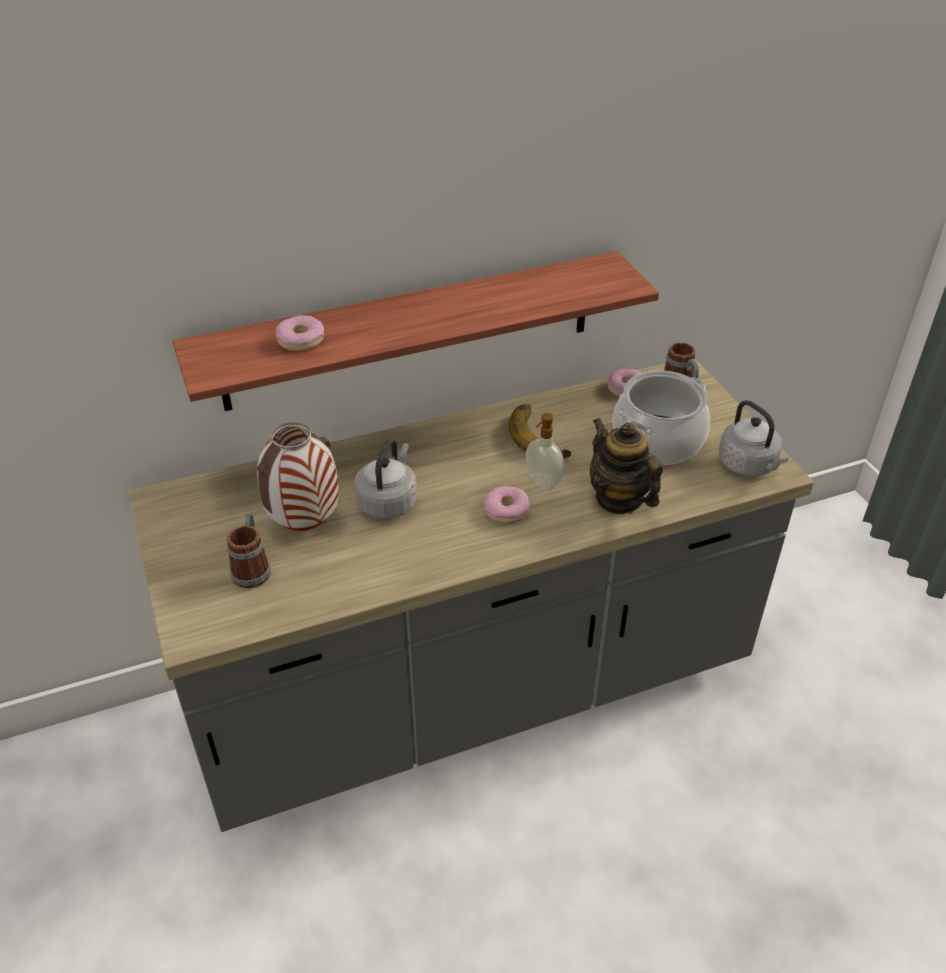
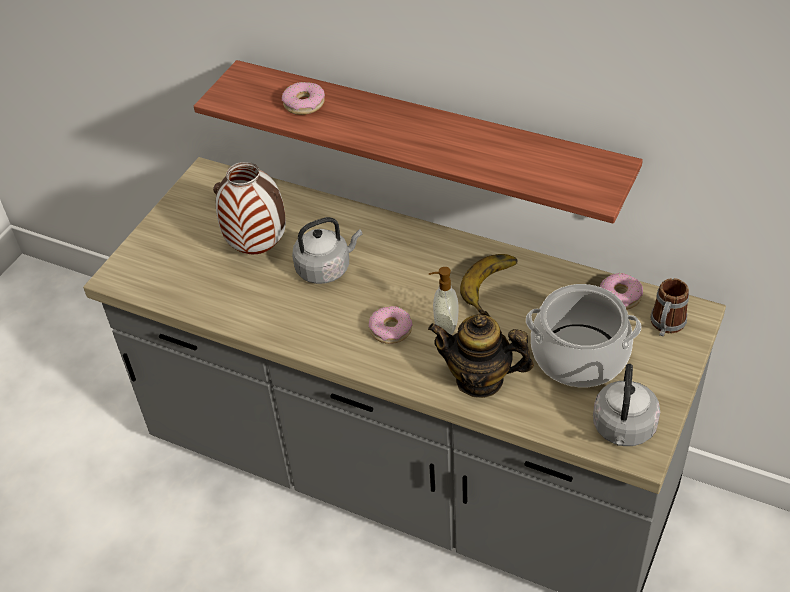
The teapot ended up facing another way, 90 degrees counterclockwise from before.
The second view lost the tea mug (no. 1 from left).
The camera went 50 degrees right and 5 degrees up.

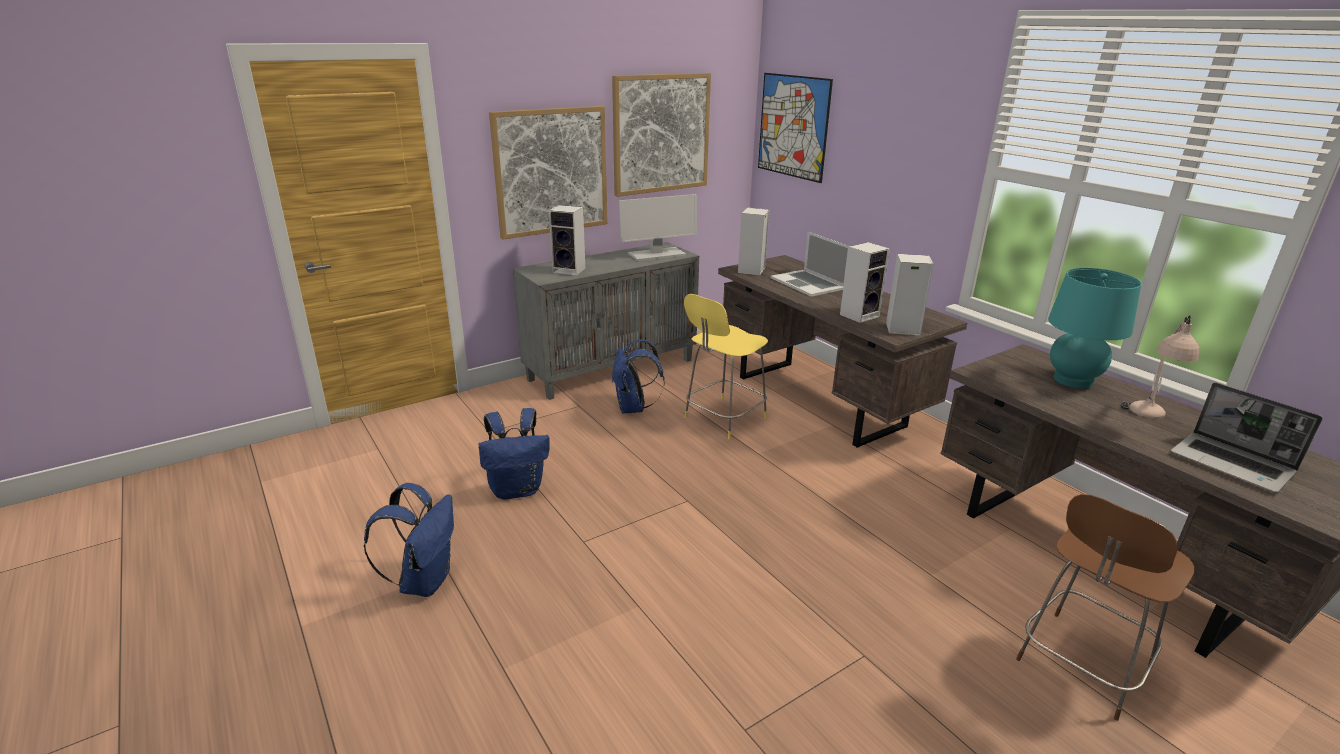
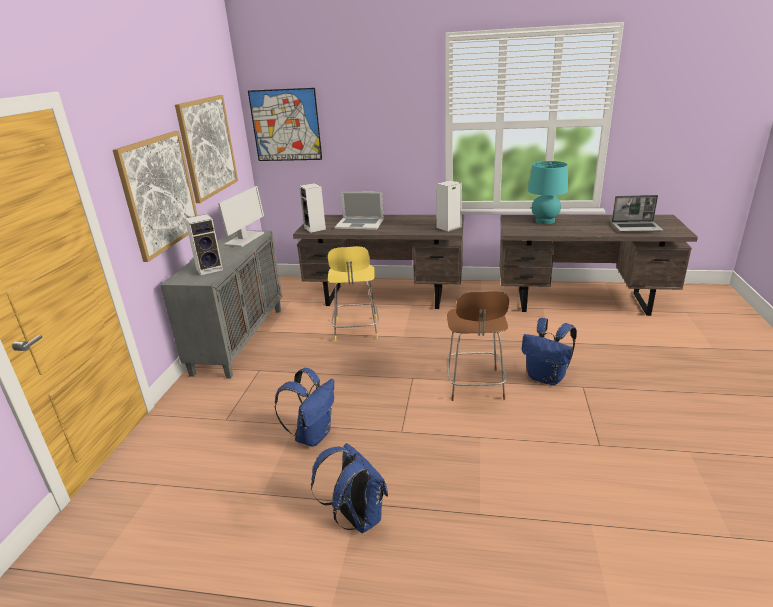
The brownish stool seat ended up elsewhere.
The blue-coloured backpack (no. 3 from left) ended up elsewhere.
The second view lost the loudspeaker (no. 3 from left).
The second view lost the beige-coloured lamp for a table.
The camera went 45 degrees left and 0 degrees up.

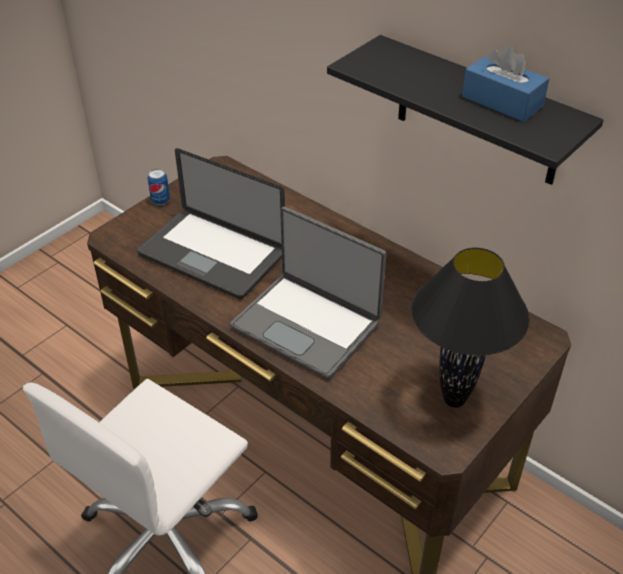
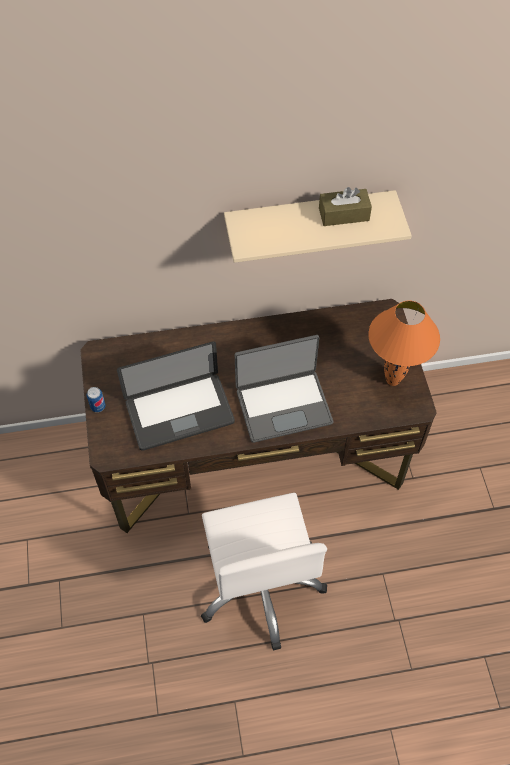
What was the black-coloured wall shelf turned into the beige-coloured wall shelf.
What was the blue-coloured tissue holder turned into the brownish tissue holder.
What was the black-coloured lamp for a table turned into the orange lamp for a table.
The camera went 50 degrees left and 15 degrees up.

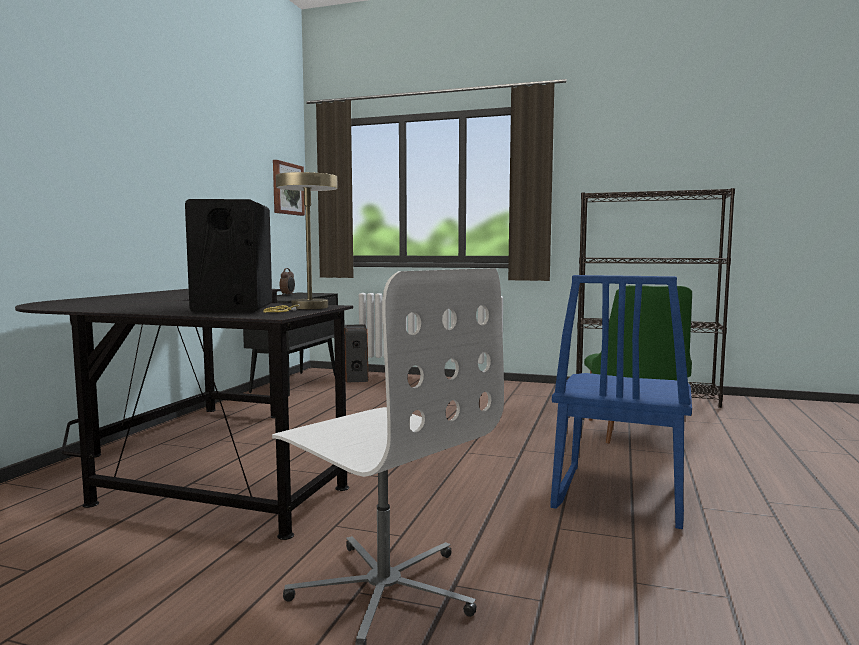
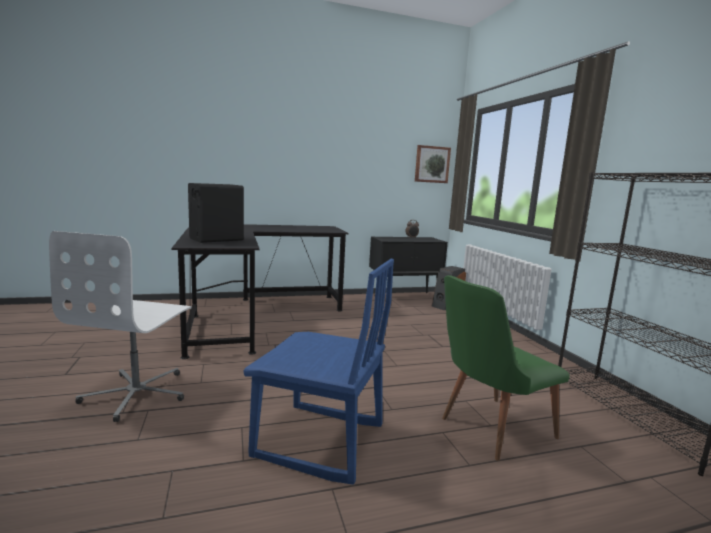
The blue-coloured upright chair ended up facing another way, 150 degrees counterclockwise from before.
The second view lost the beige-coloured lamp for a table.
The camera went 55 degrees right and 5 degrees up.

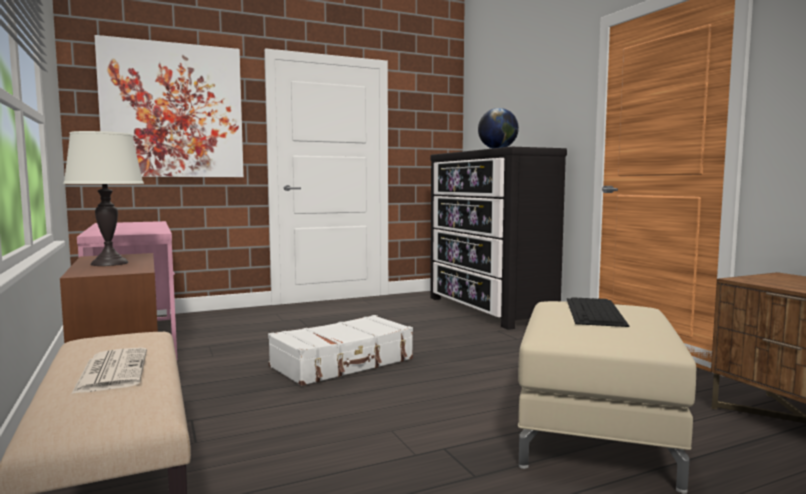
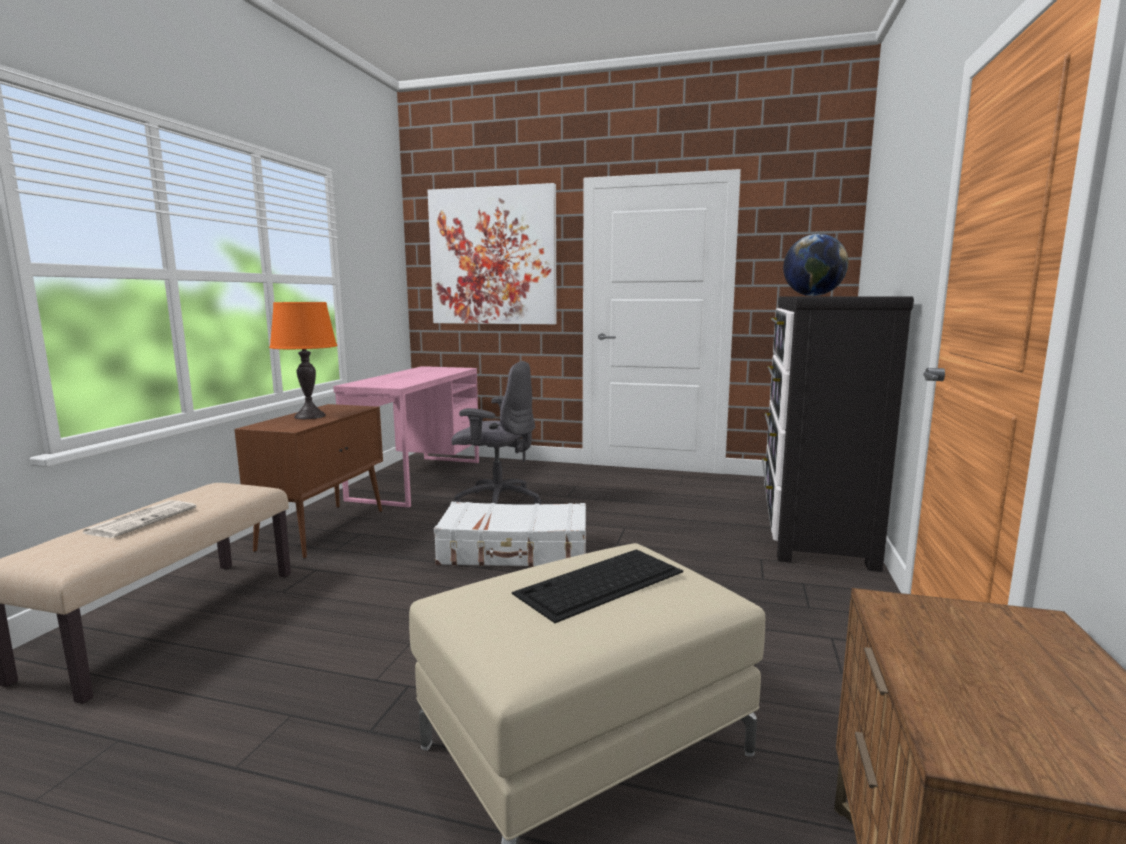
What was the white lamp for a table turned into the orange lamp for a table.
The second view gained the grey computer chair.
The camera went 40 degrees right and 5 degrees up.

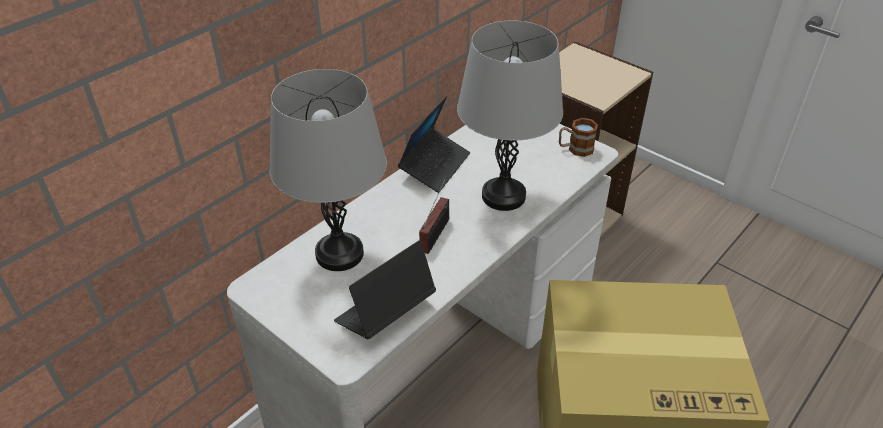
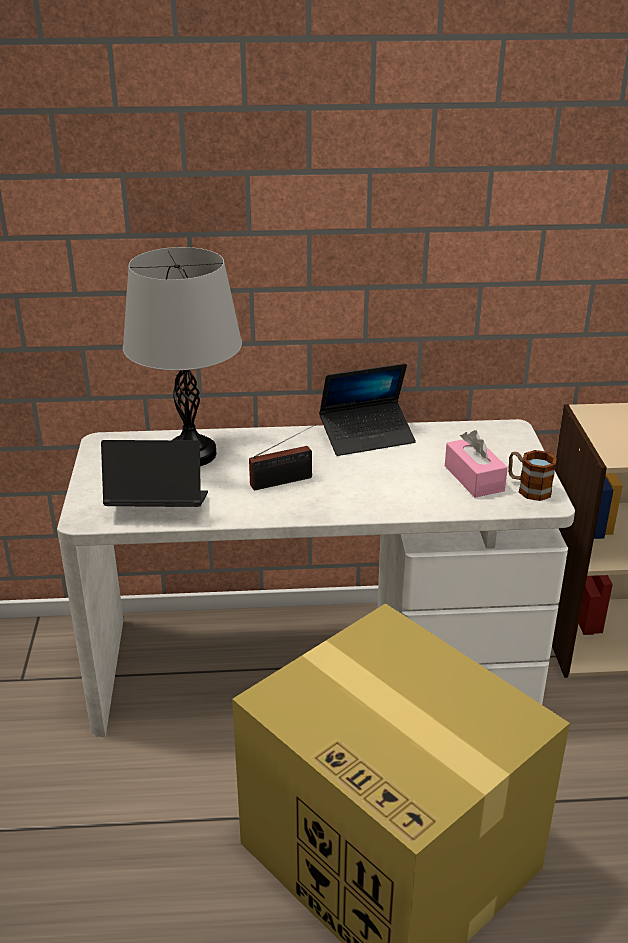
The second view gained the pinkish tissue holder.
The second view lost the grey lamp for a table (no. 2 from left).
The camera went 45 degrees right and 10 degrees down.

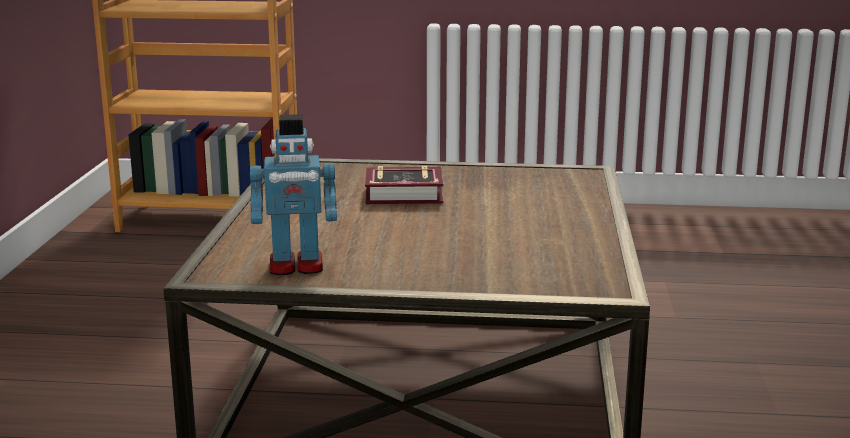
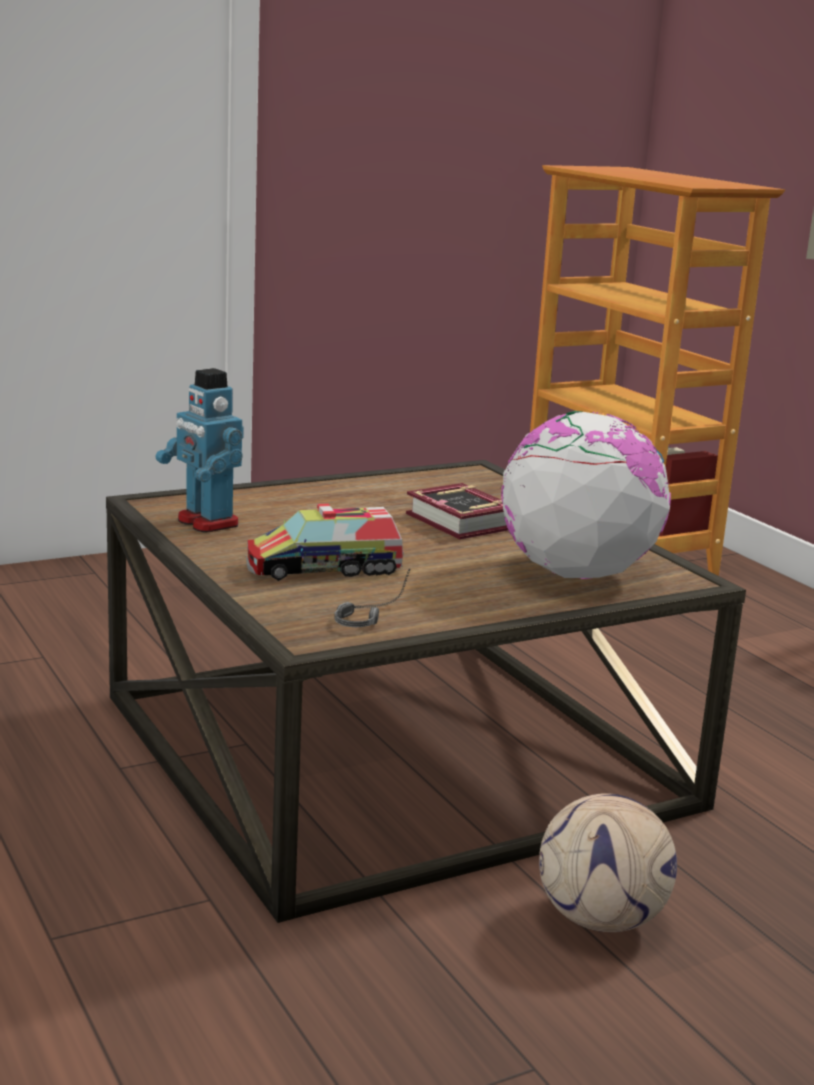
The second view gained the toy truck.
The second view gained the headphones.
The second view gained the desk globe.
The second view gained the football.
The camera went 55 degrees right and 0 degrees up.

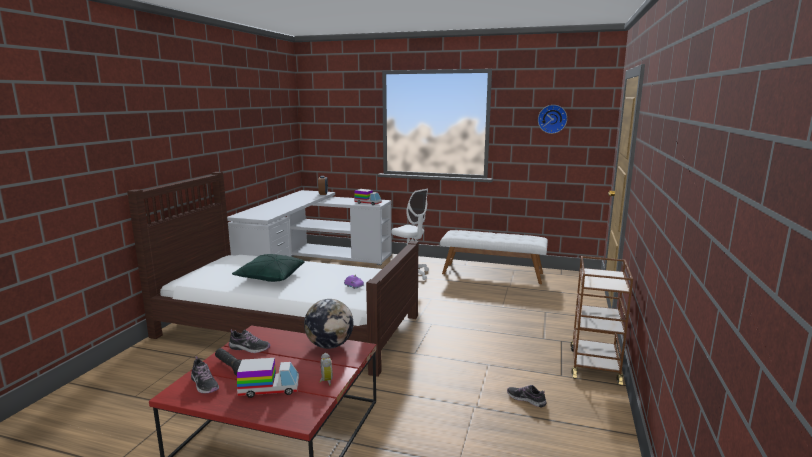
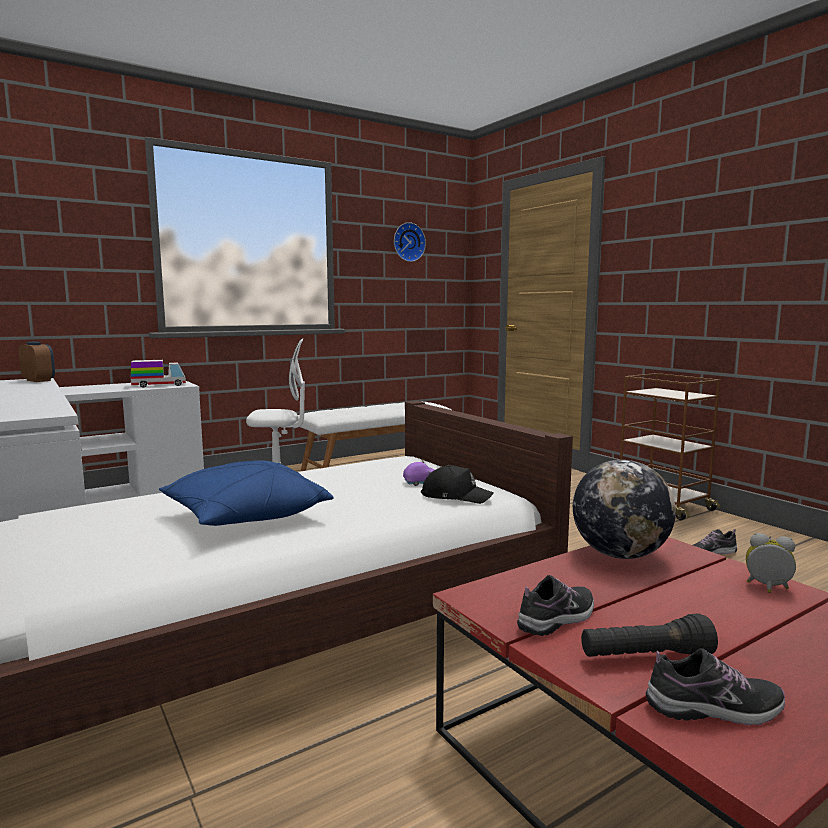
What was the green-coloured cushion turned into the blue-coloured cushion.
The second view gained the black-coloured cap.
The second view lost the toy truck (no. 1 from left).
The camera went 50 degrees left and 5 degrees down.

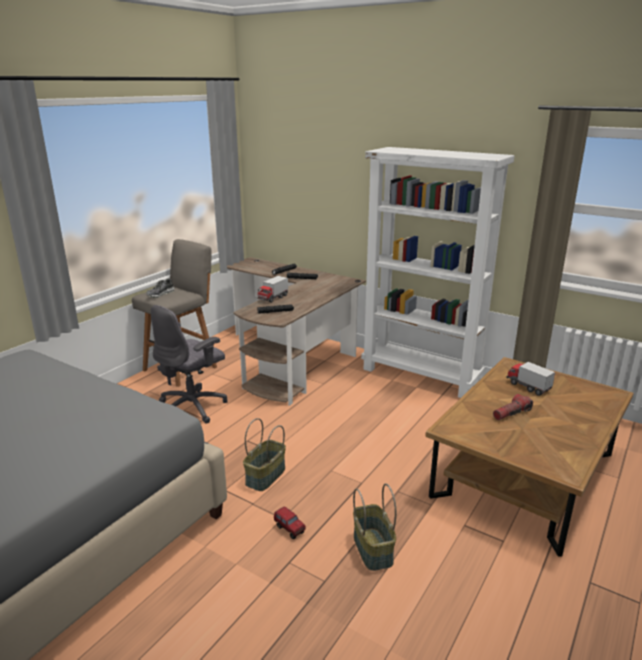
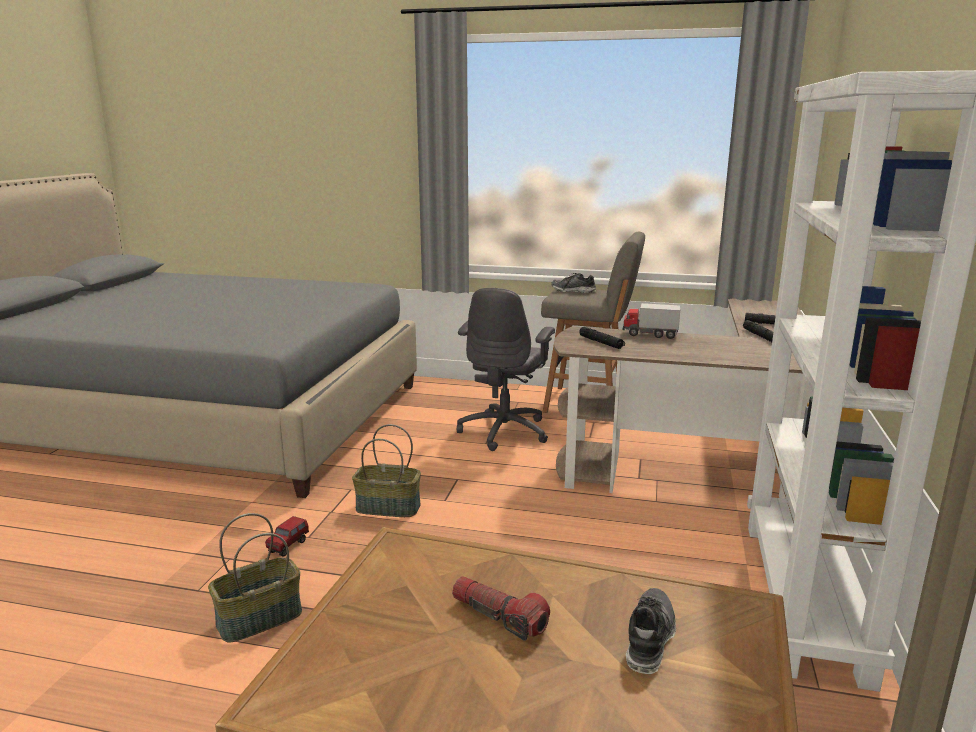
The grey computer chair ended up facing another way, 90 degrees counterclockwise from before.
Where the toy truck (no. 3 from left) stood, the low shoe (no. 2 from left) came to stand.
The camera went 70 degrees right and 5 degrees down.

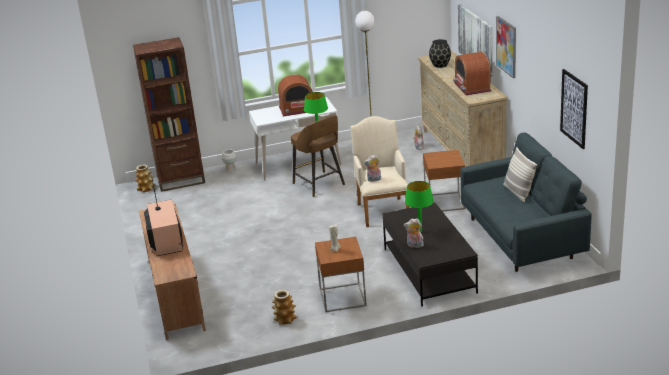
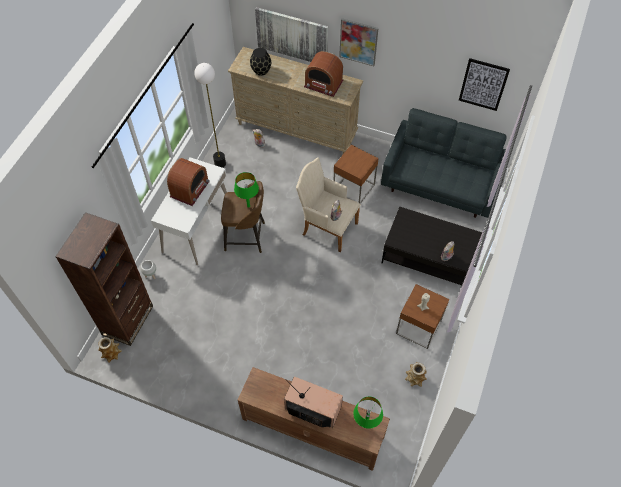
The green-coloured lamp for a table (no. 2 from left) ended up elsewhere.
The second view lost the cushion.
The camera went 55 degrees left and 30 degrees up.

